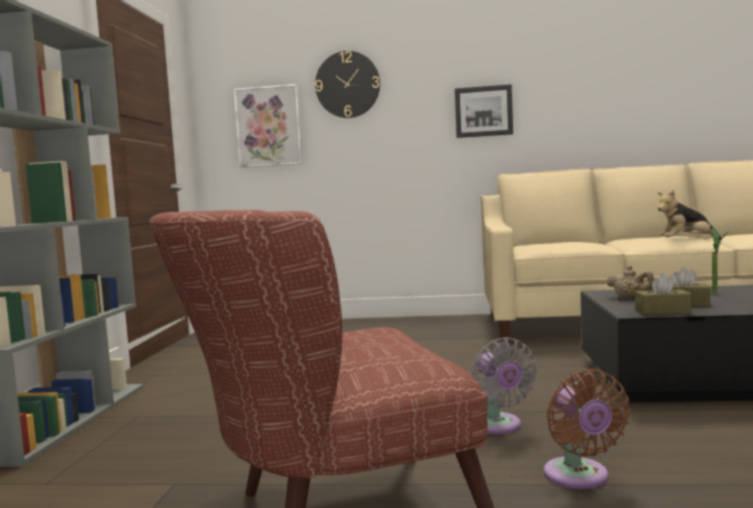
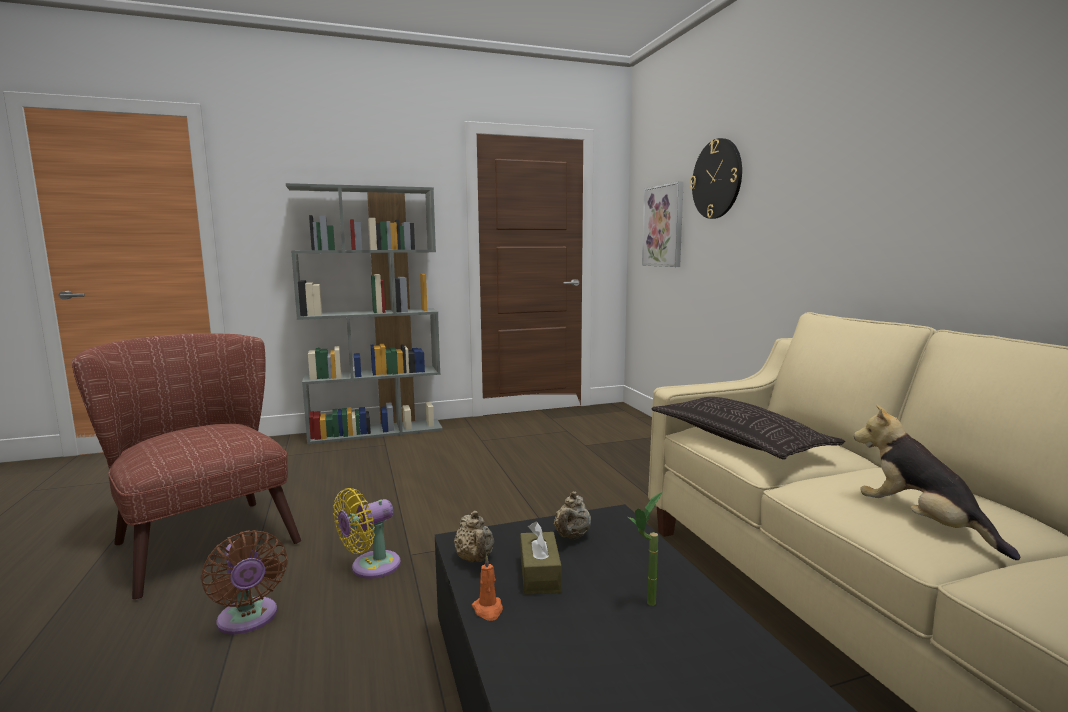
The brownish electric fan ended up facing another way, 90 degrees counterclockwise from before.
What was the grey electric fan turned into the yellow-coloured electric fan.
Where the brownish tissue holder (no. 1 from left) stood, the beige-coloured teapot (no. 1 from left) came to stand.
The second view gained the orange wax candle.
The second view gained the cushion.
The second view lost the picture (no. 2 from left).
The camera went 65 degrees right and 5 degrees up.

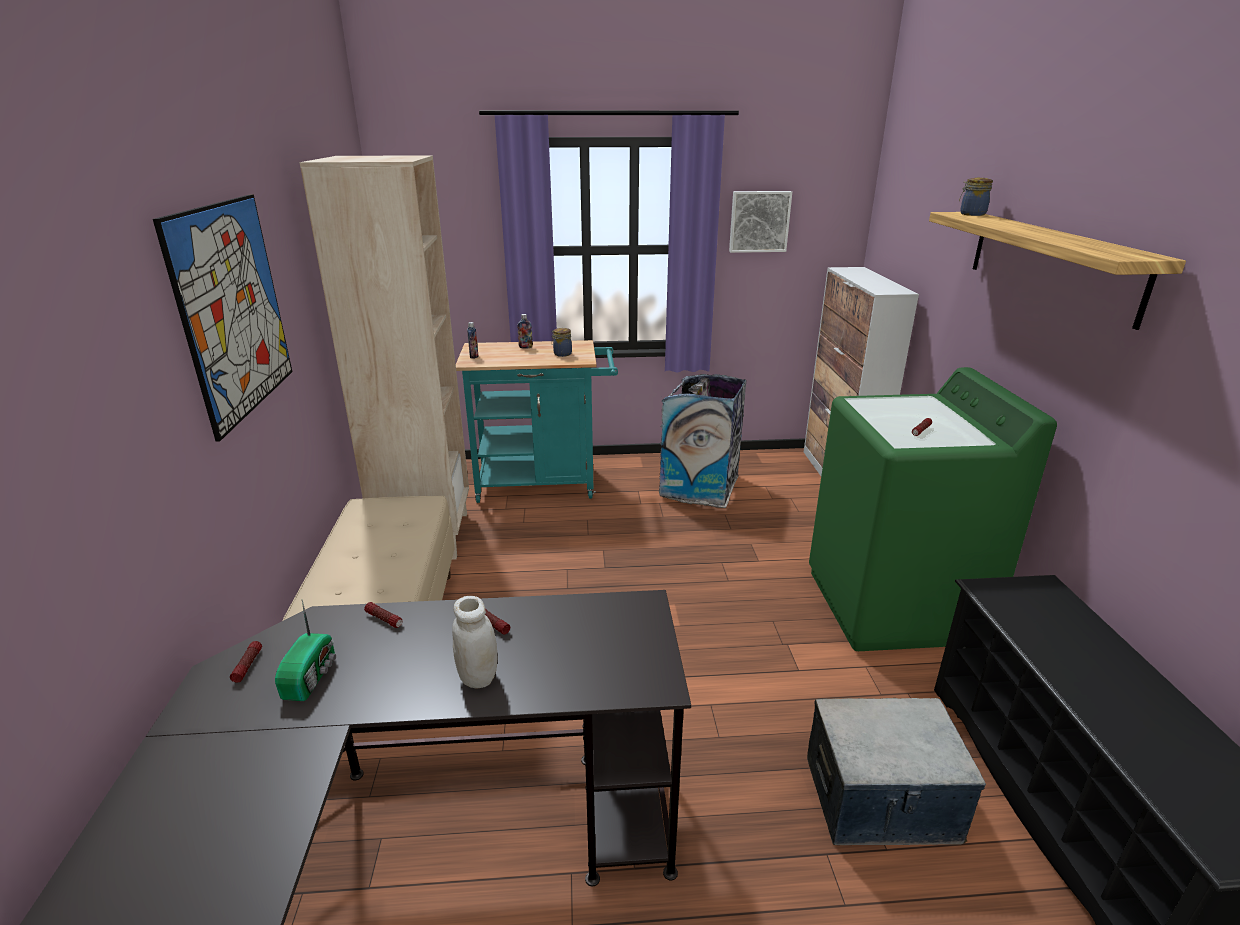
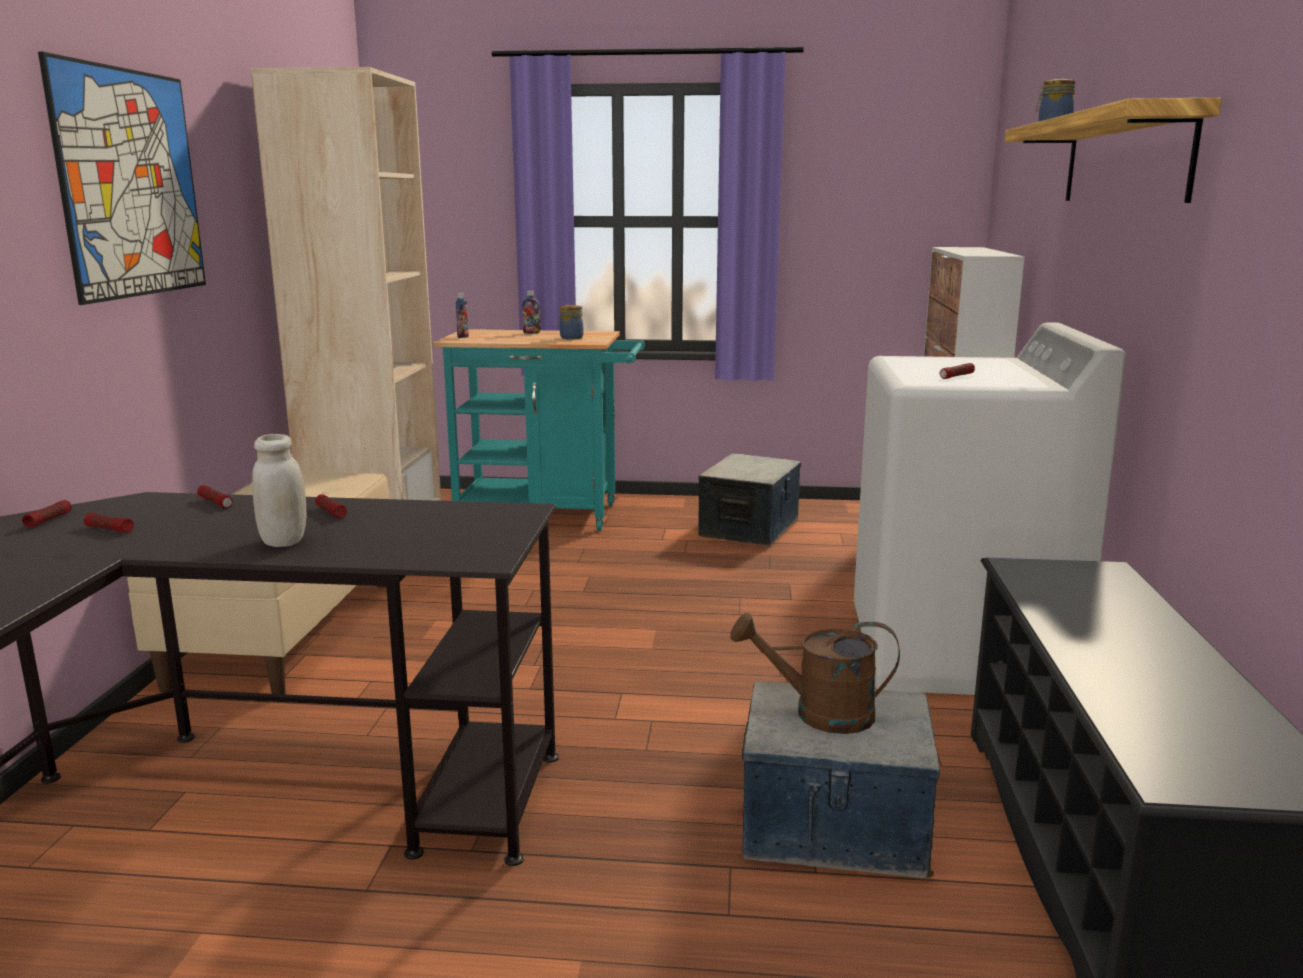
Where the radio stood, the torch (no. 2 from left) came to stand.
Where the waste bin stood, the storage container (no. 1 from left) came to stand.
The second view gained the brownish watering can.
What was the green-coloured laundry machine turned into the white laundry machine.
The second view lost the picture (no. 2 from left).
The camera went 10 degrees right and 10 degrees down.

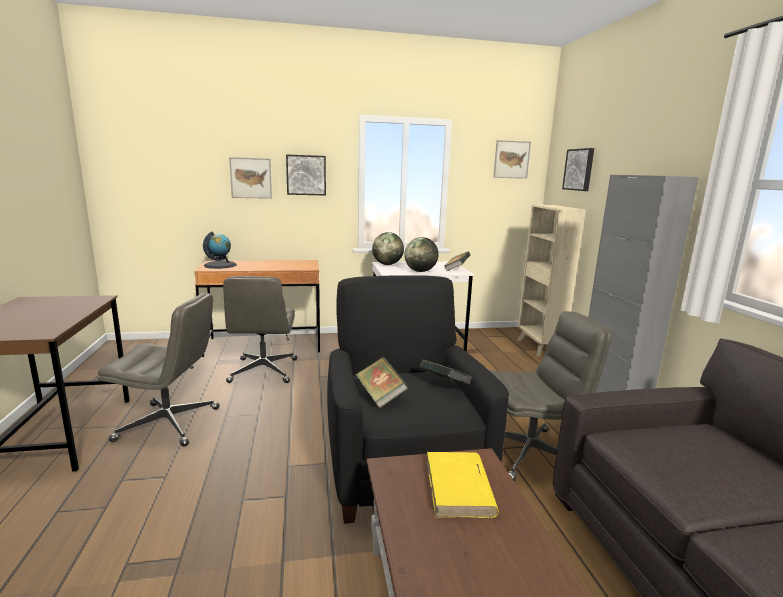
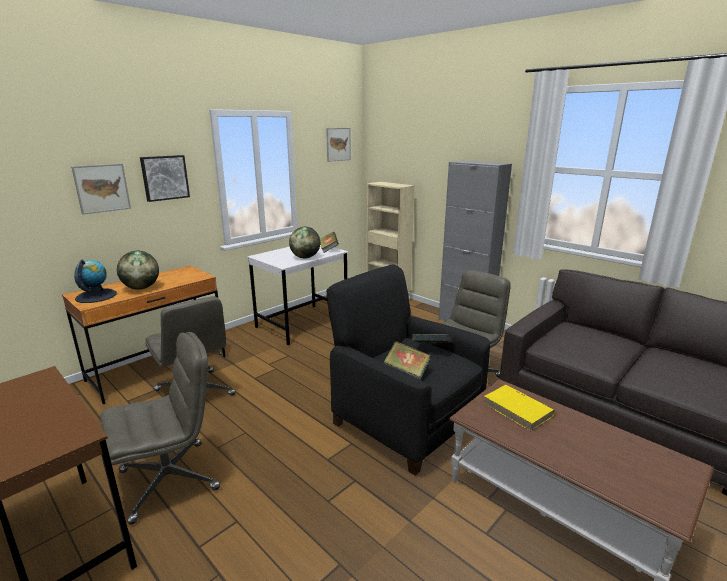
The desk globe (no. 2 from left) ended up elsewhere.
The second view lost the picture (no. 4 from left).
The camera went 35 degrees left and 5 degrees up.

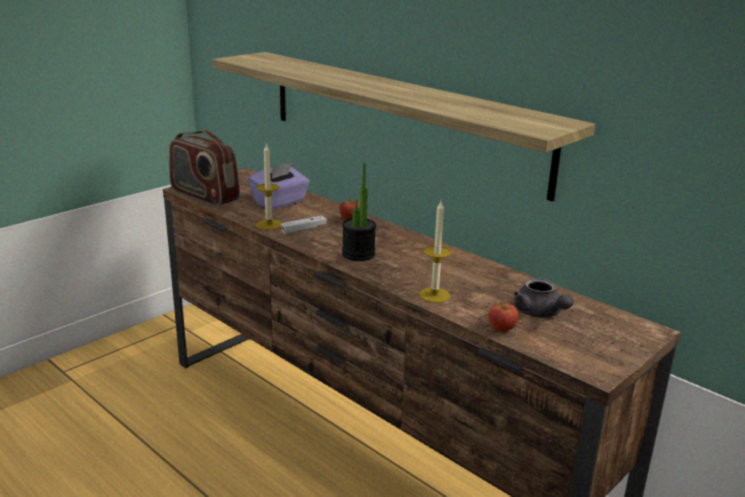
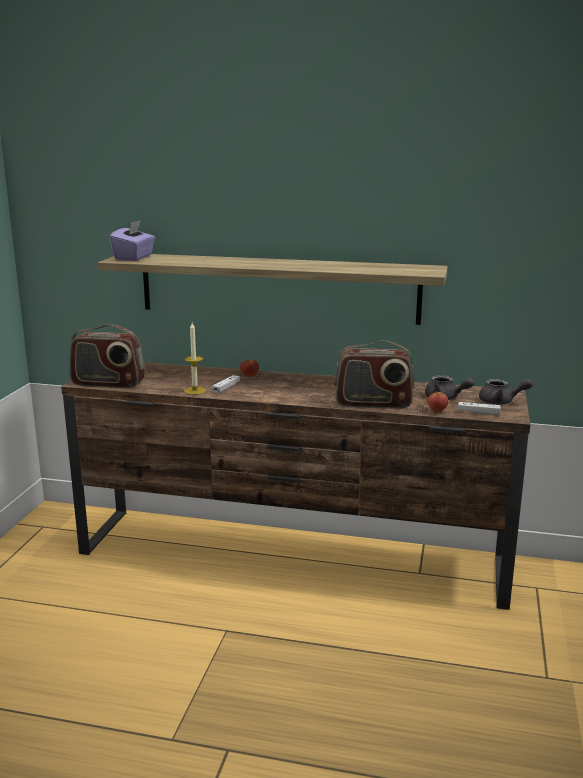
The purple tissue holder ended up elsewhere.
Where the wax candle (no. 2 from left) stood, the radio (no. 2 from left) came to stand.
The second view gained the white gamepad (no. 2 from left).
The second view gained the grey teapot (no. 2 from left).
The second view lost the potted plant.
The camera went 30 degrees left and 5 degrees down.

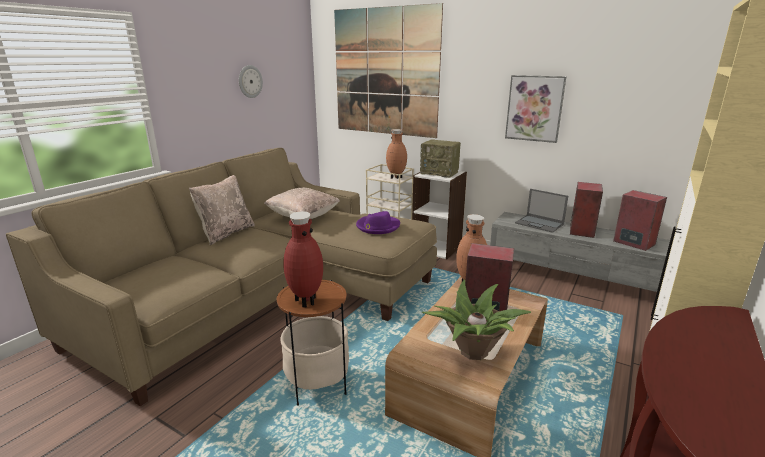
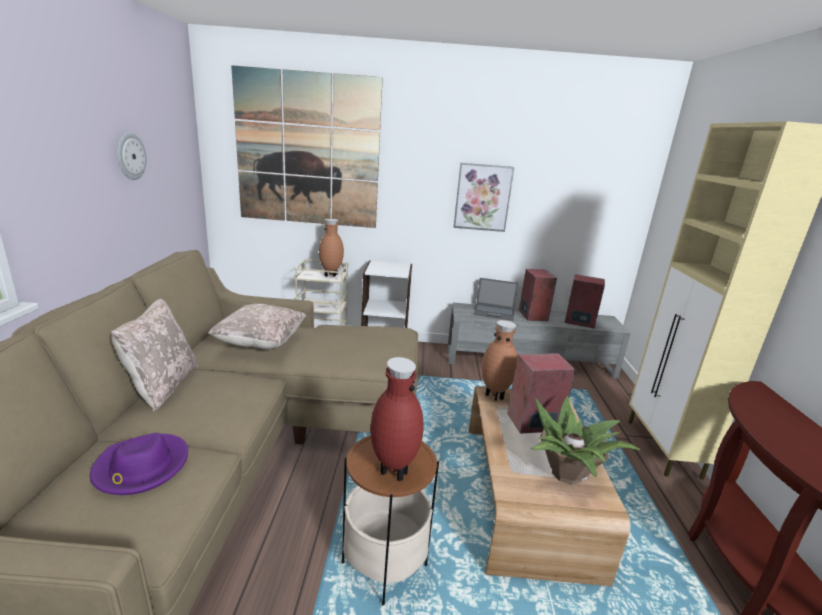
The purple clothing hat ended up elsewhere.
The second view lost the radio.
The camera went 30 degrees left and 0 degrees up.

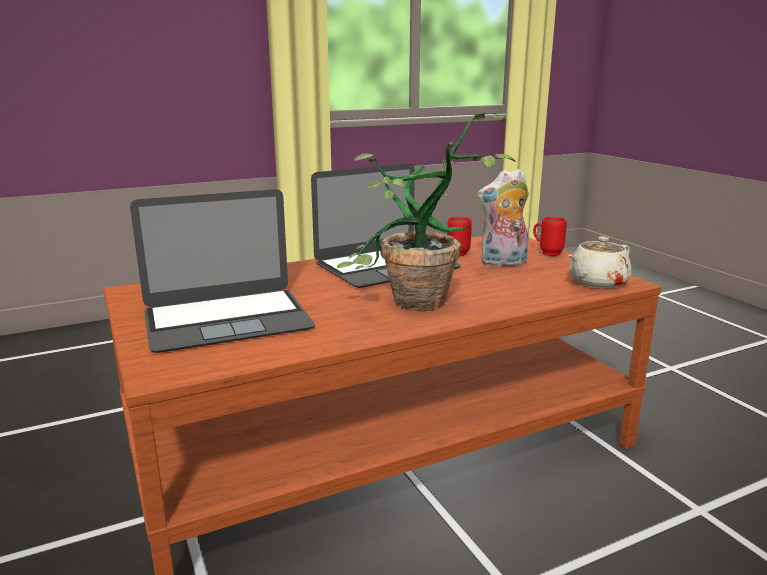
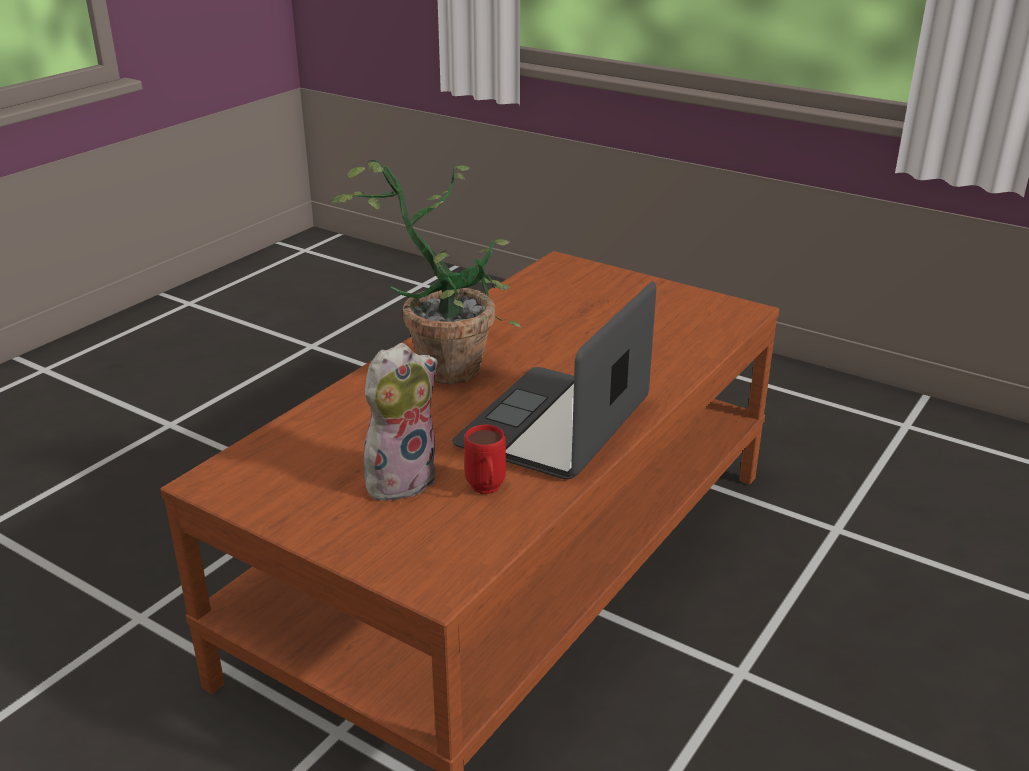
The second view lost the notebook computer (no. 1 from left).
The second view lost the red tea mug (no. 2 from left).
The second view lost the beige-coloured teapot.
The camera went 150 degrees right and 10 degrees up.

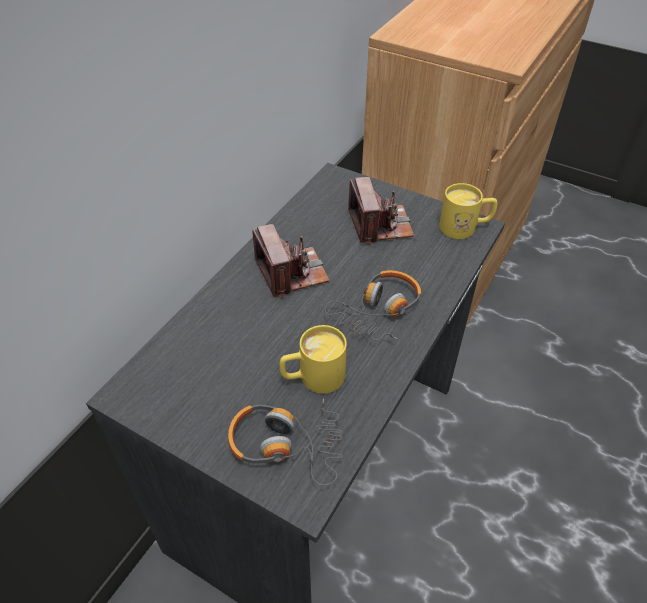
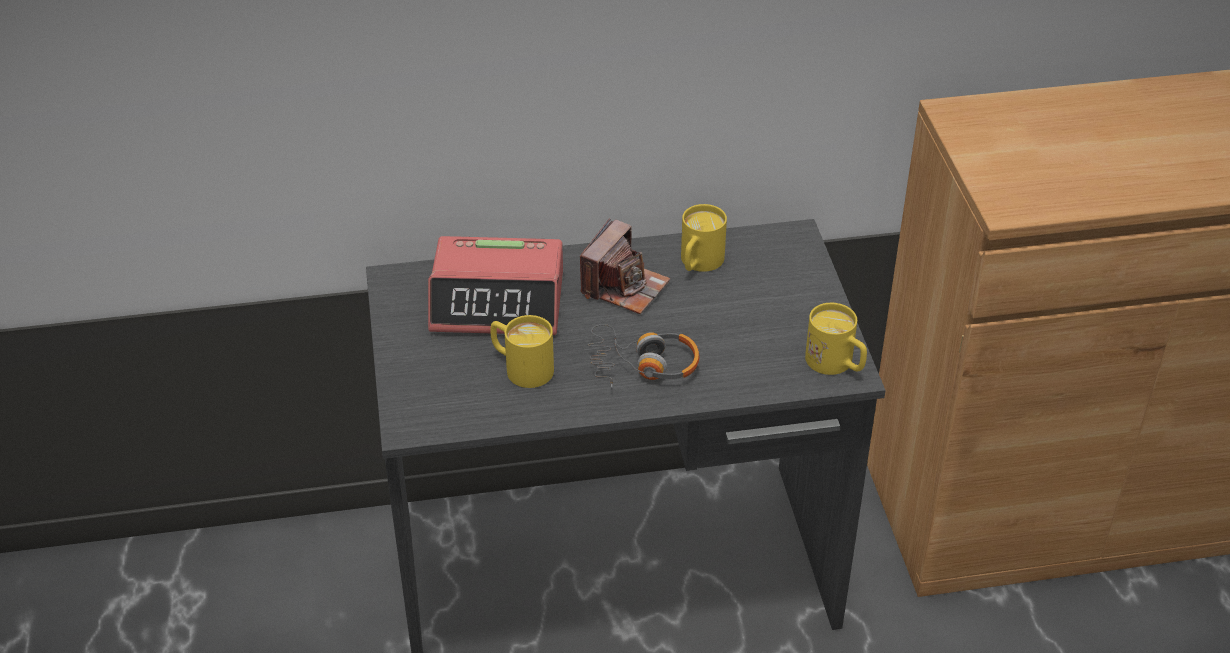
The second view gained the alarm clock.
The second view gained the yellow-coloured tea mug (no. 2 from left).
The second view lost the headphones (no. 1 from left).
The second view lost the photo camera (no. 2 from left).
The camera went 50 degrees right and 5 degrees down.

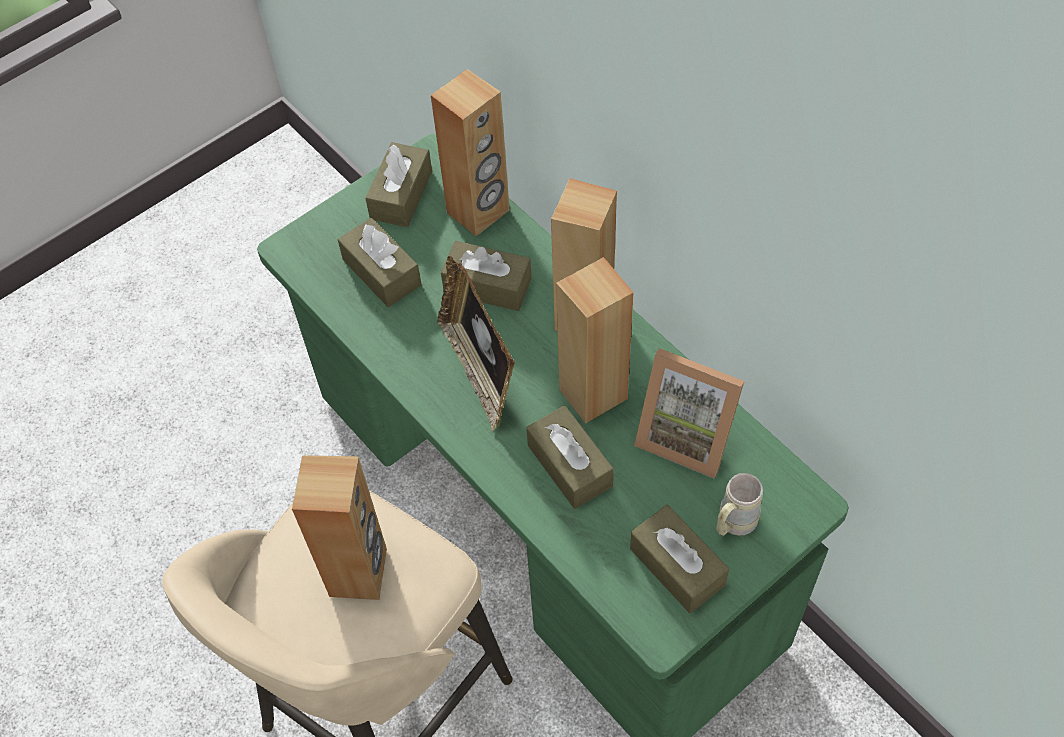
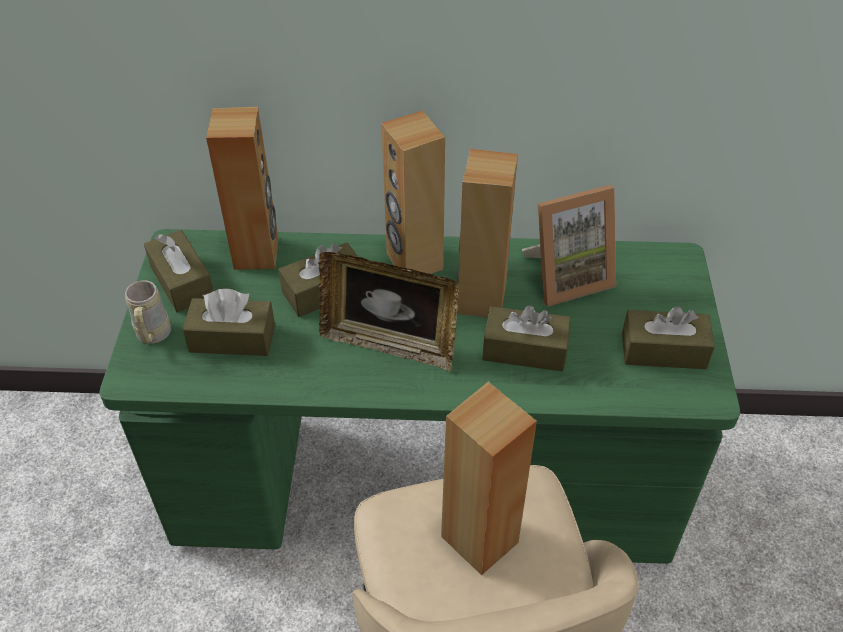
The beige-coloured tea mug ended up elsewhere.
The camera went 50 degrees left and 10 degrees down.

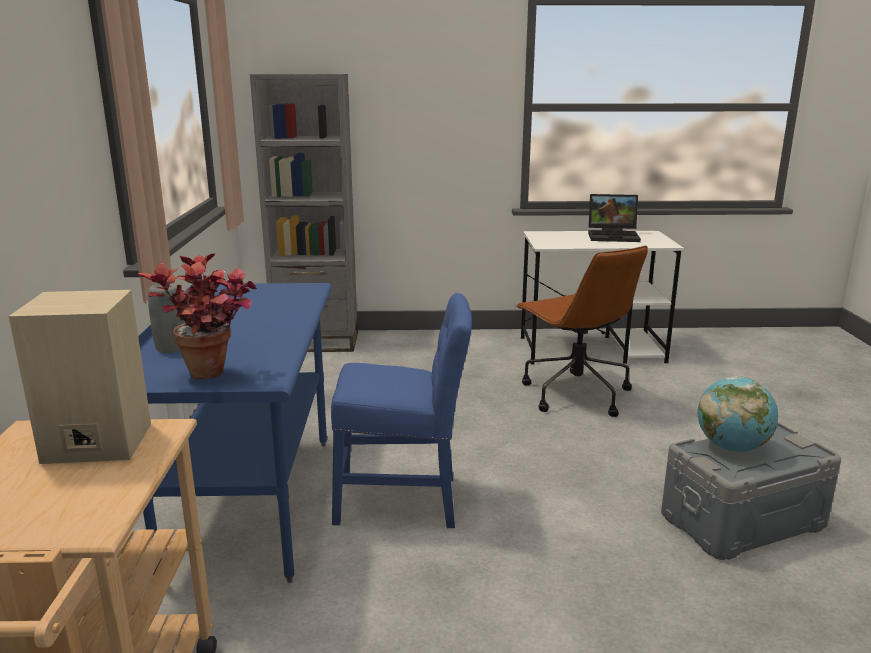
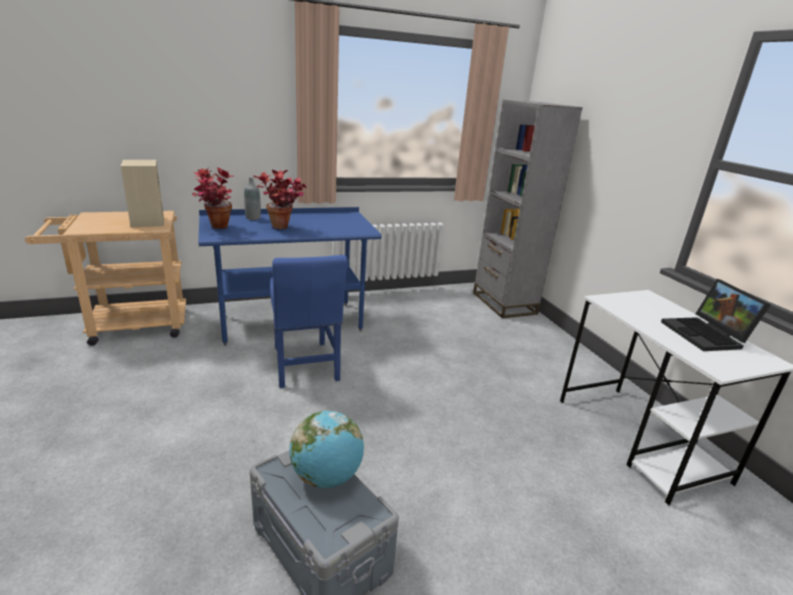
The second view gained the potted plant (no. 2 from left).
The second view lost the brownish computer chair.
The camera went 70 degrees right and 5 degrees up.

